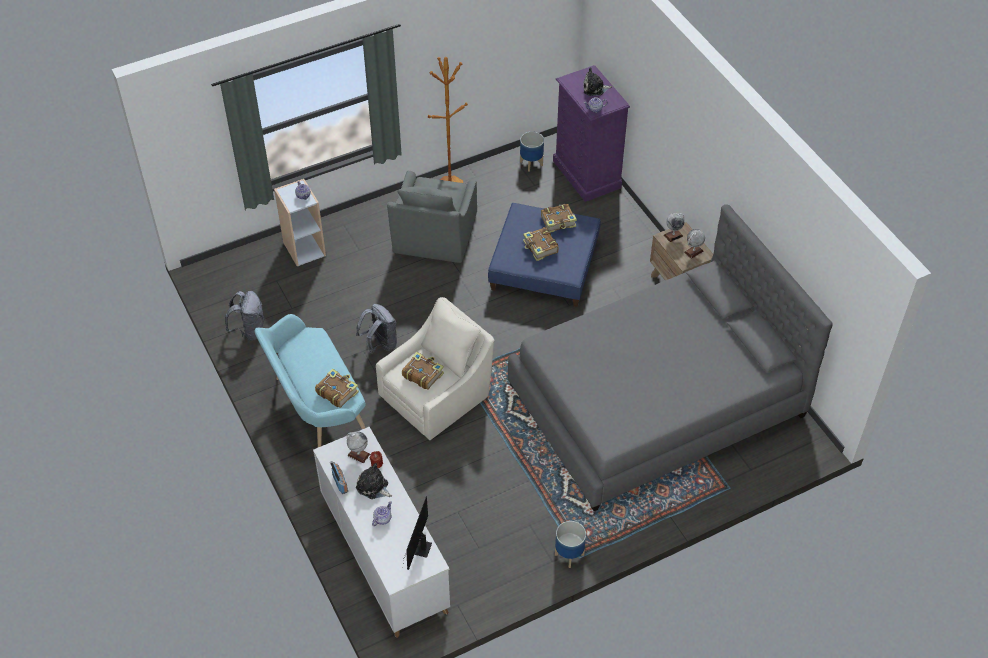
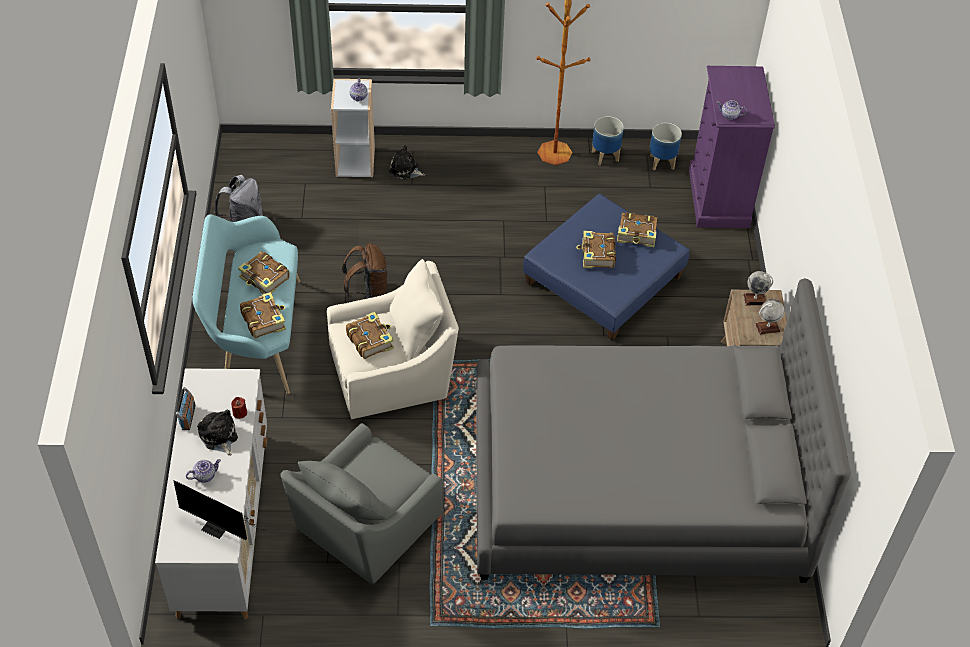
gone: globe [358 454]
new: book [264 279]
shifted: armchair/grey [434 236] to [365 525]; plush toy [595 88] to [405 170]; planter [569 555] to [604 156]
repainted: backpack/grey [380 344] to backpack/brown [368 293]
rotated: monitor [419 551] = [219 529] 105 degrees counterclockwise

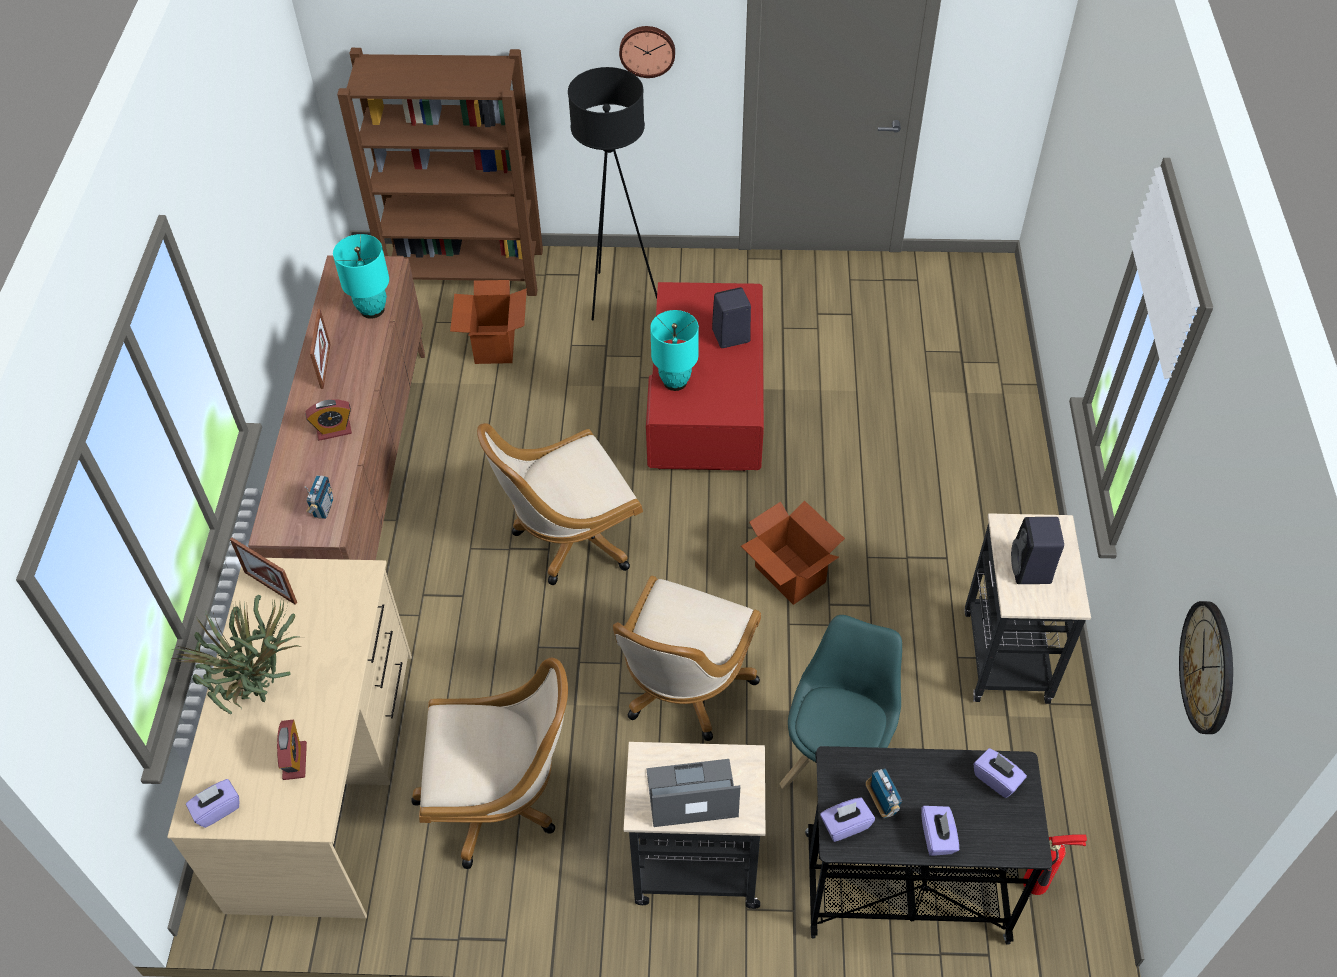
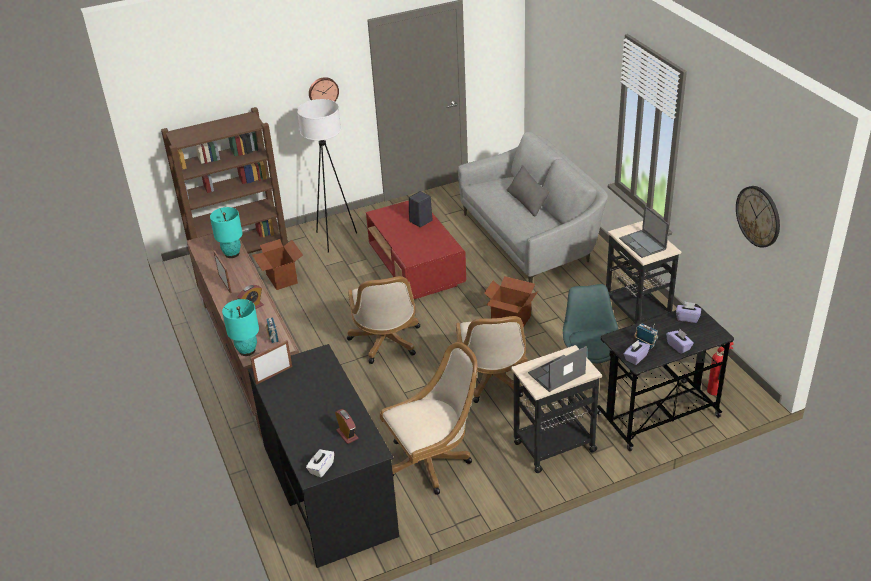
gone: potted plant [261 693]
new: sofa/grey [531 239]
shifted: table lamp/turquoise [675 382] to [247 350]
swapped: speaker/black [1031 570] to laptop [643 244]
repainted: desk/beige [325 777] to desk/black [329 488]; floor lamp/black [617 297] to floor lamp/white [334 239]; tissue box/purple [217 809] to tissue box/white [321 468]
rotated: picture frame [270 587] = [274 375] 135 degrees clockwise; office chair [570 539] = [386 343] 45 degrees counterclockwise

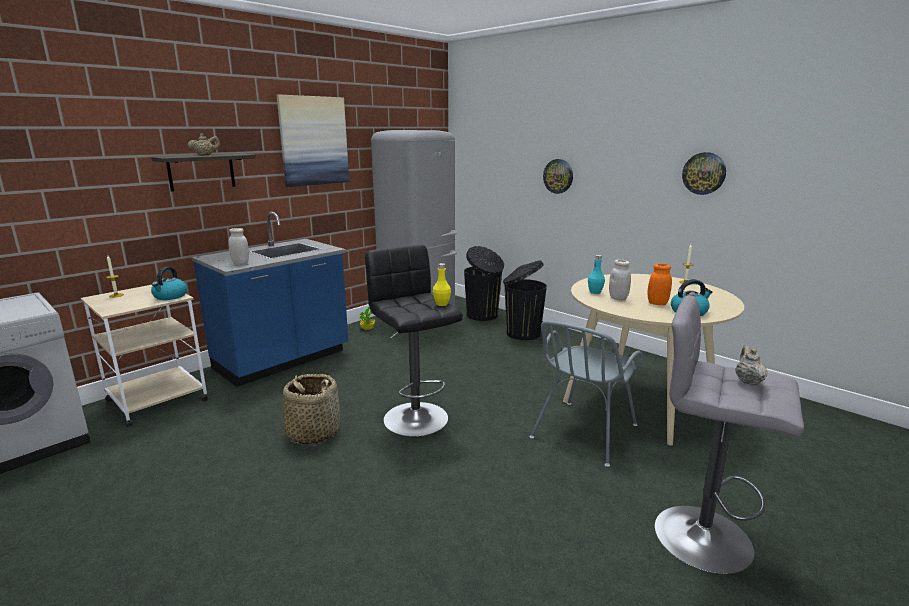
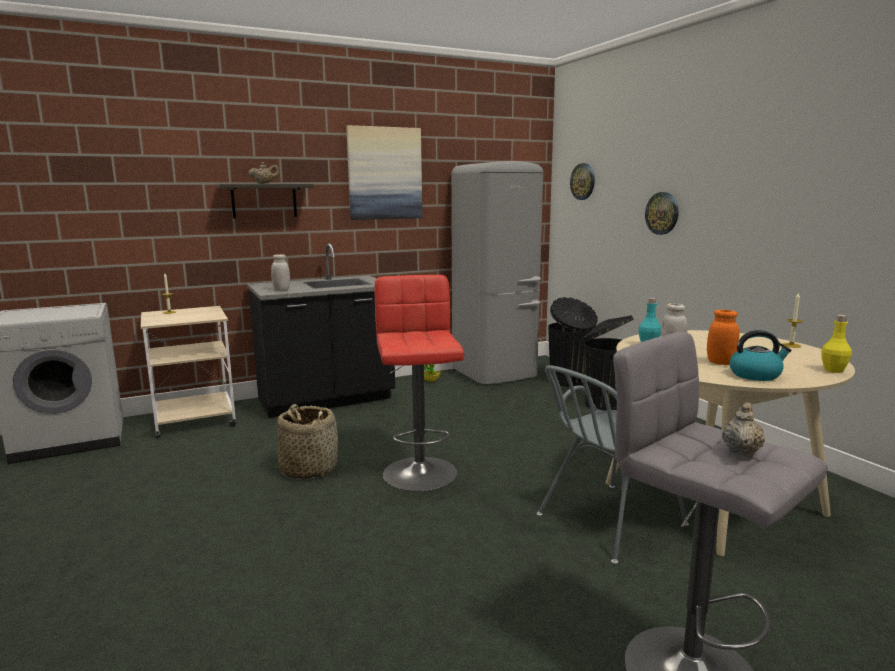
gone: kettle [170 296]
shifted: wall clock [704 173] to [583 181]; bottle/yellow [441 304] to [833 370]
repainted: counter/blue [283 360] to counter/black [326 400]; stool/black [416 418] to stool/red [420 473]

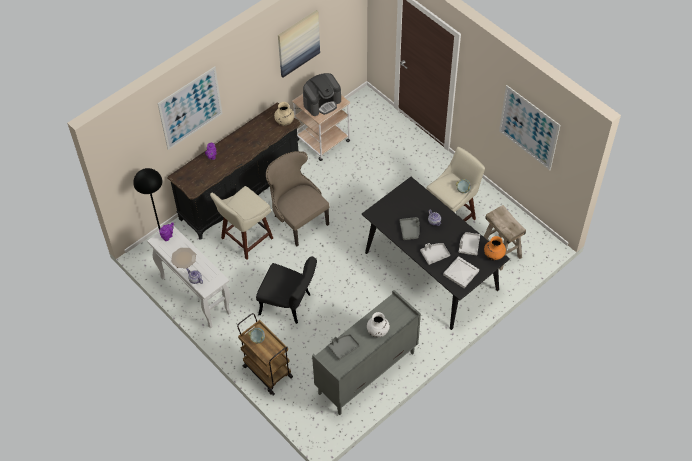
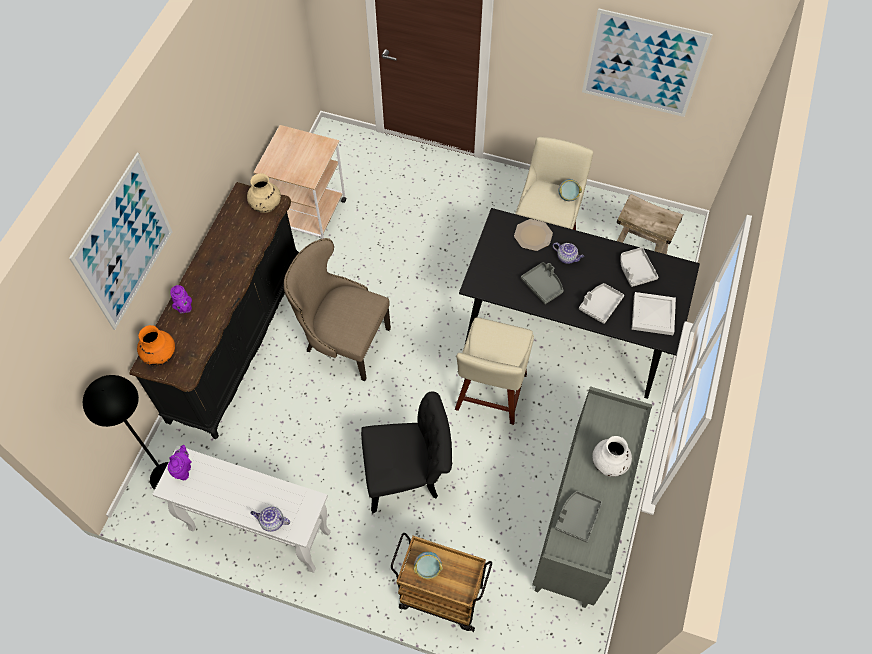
gone: picture [298 43]; coffee machine [322 102]
shifted: vase/orange [493 255] to [160 355]; stool/beige [245 239] to [489 395]; plate [184 258] to [533 235]

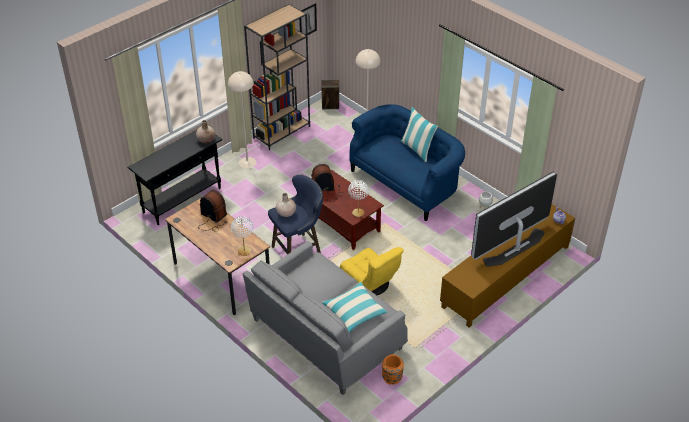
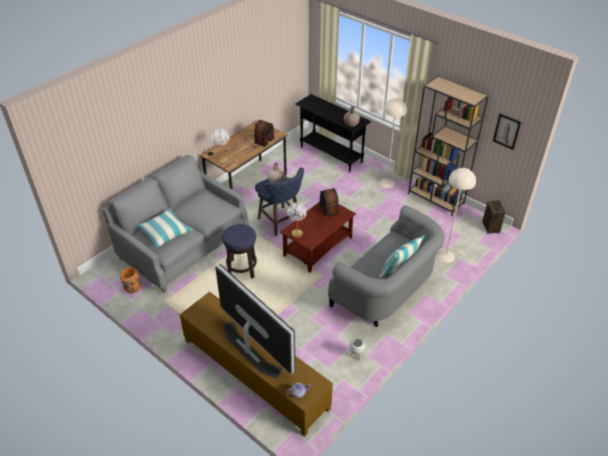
swapped: armchair/yellow [369 283] to stool [242 269]
repainted: sofa/blue [406 182] to sofa/grey [385 290]

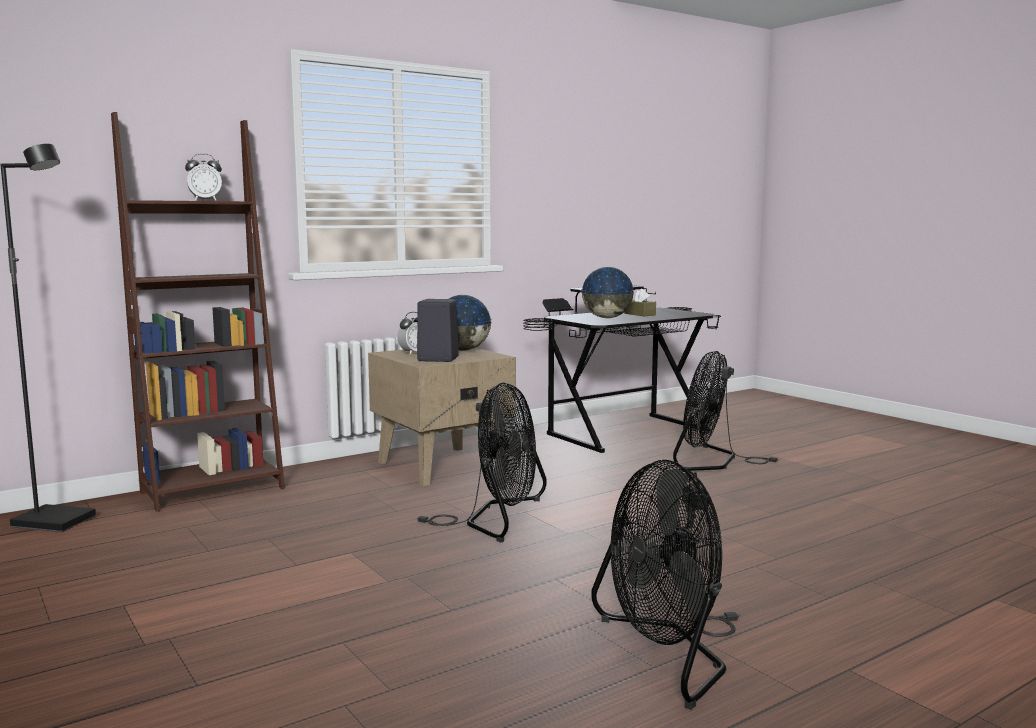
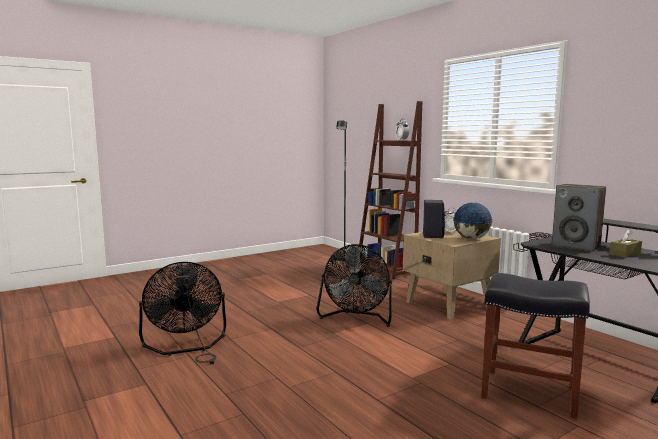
swapped: fan/black [715 460] to stool/black [528 392]; globe [607 318] to speaker [576 246]

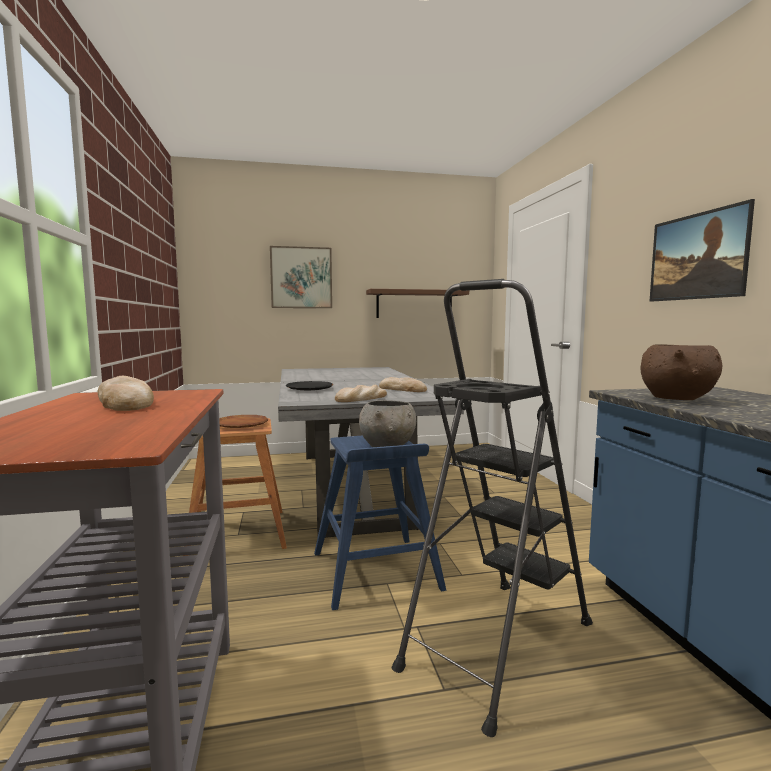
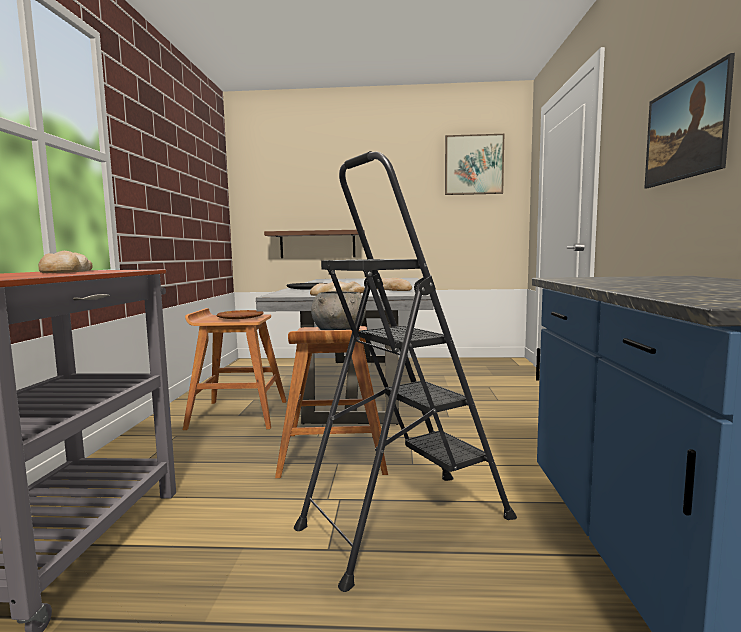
gone: bowl/brown [677 399]
shifted: shelf/brown [414 304] to [317 244]; picture [301 278] to [473 165]
repainted: stool/blue [375 571] to stool/brown [334 453]

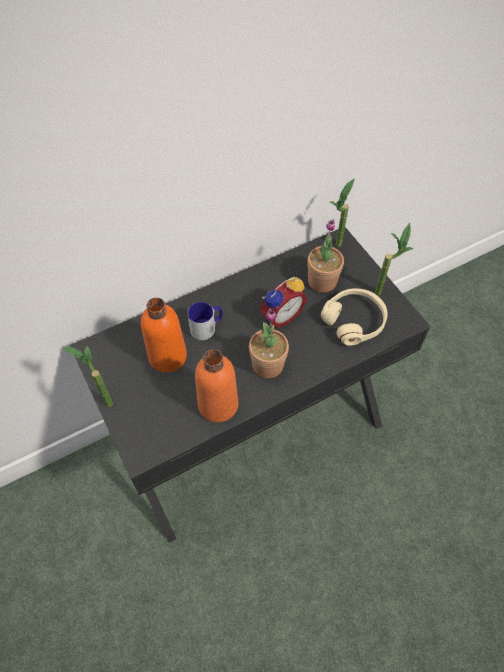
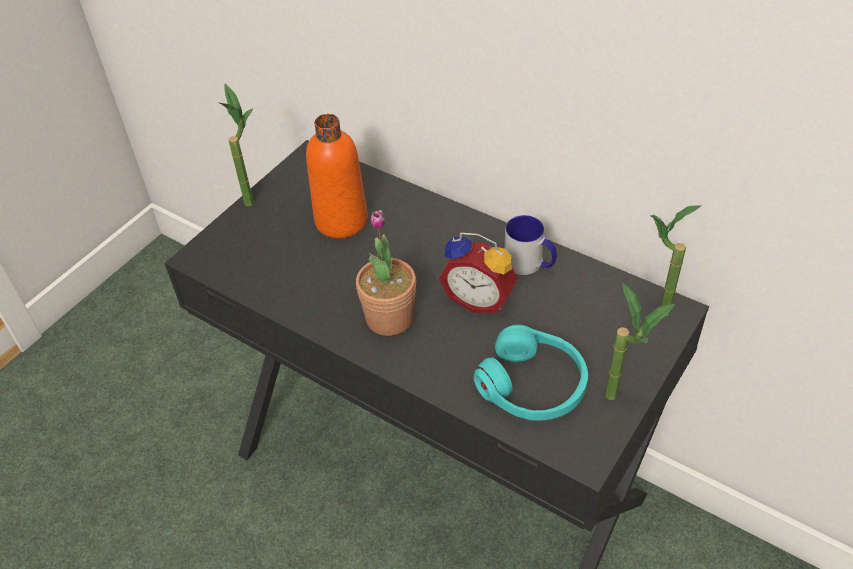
gone: bottle/orange [218 405]; potted plant [322 281]
shifted: mug [207 327] to [530 264]
repainted: headphones/beige [354 321] to headphones/turquoise [532 385]

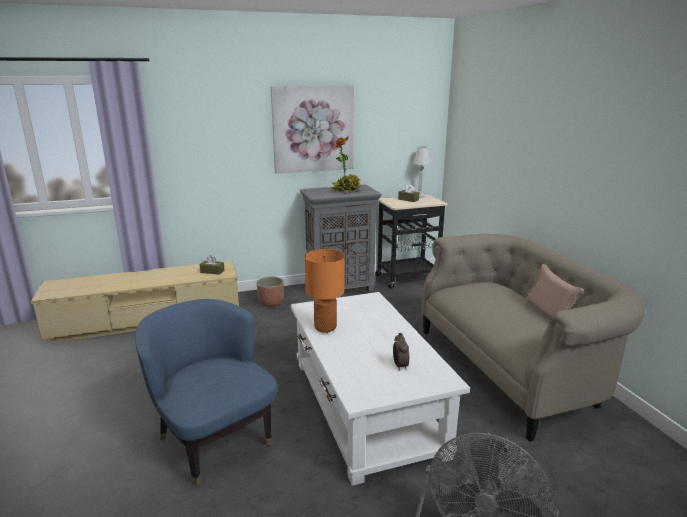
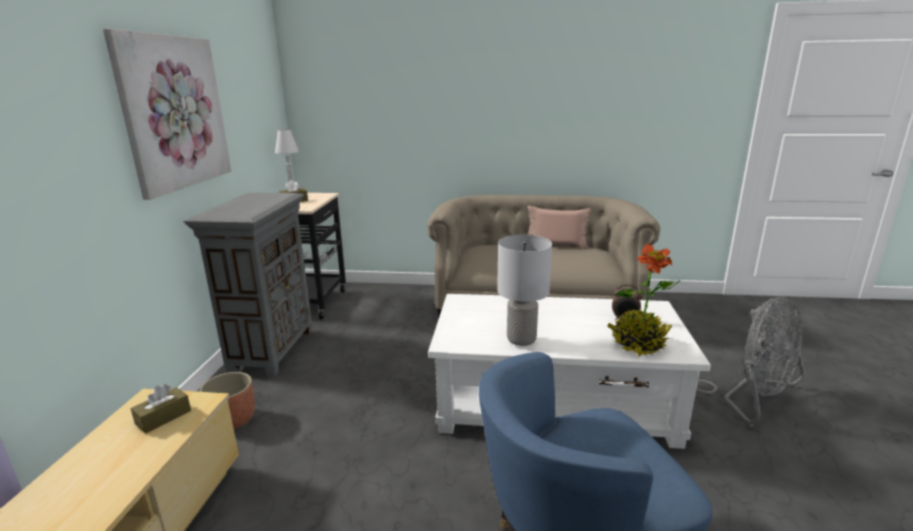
shifted: potted plant [346 190] to [638 344]
repainted: table lamp/orange [325 329] to table lamp/grey [521 341]

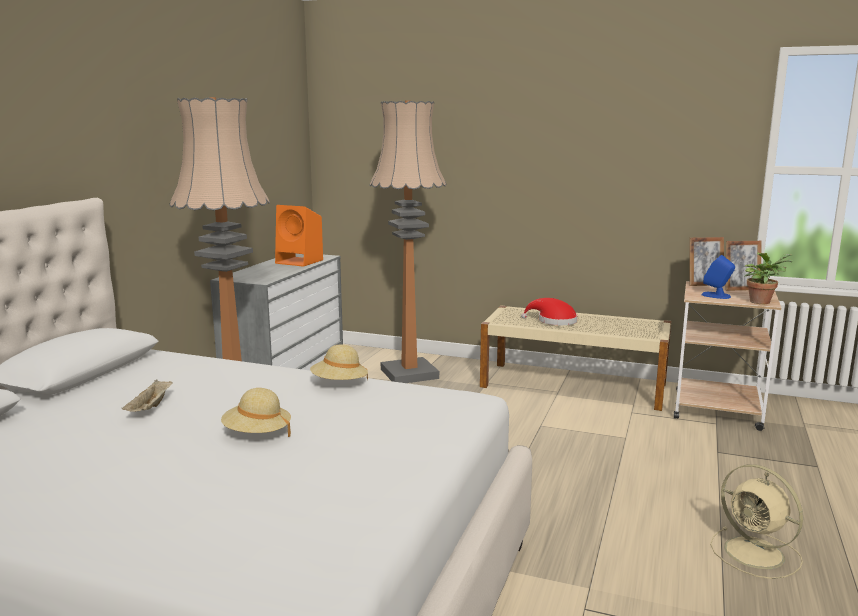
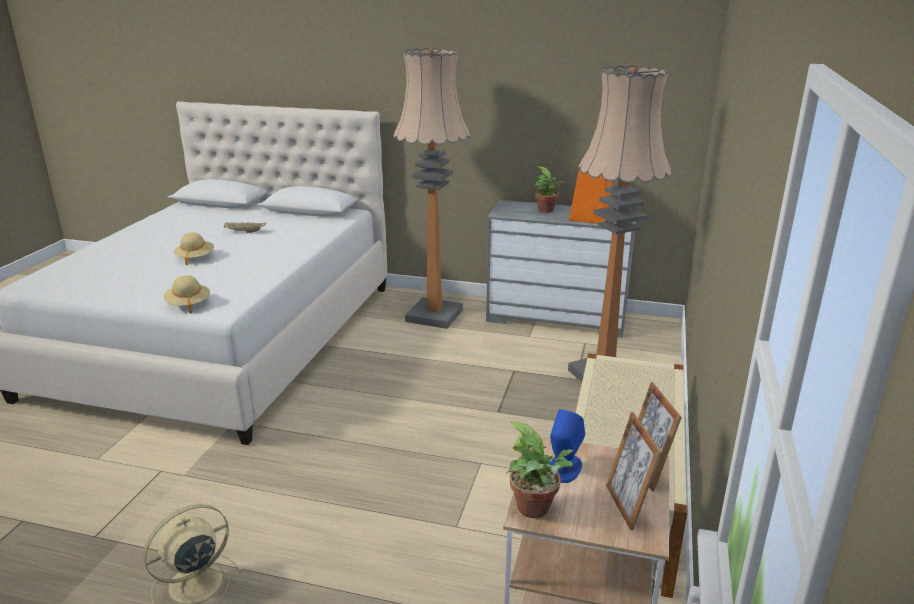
gone: hat/red [553 321]
new: potted plant [547 210]
shifted: hat/beige [339 384] to [188 304]

